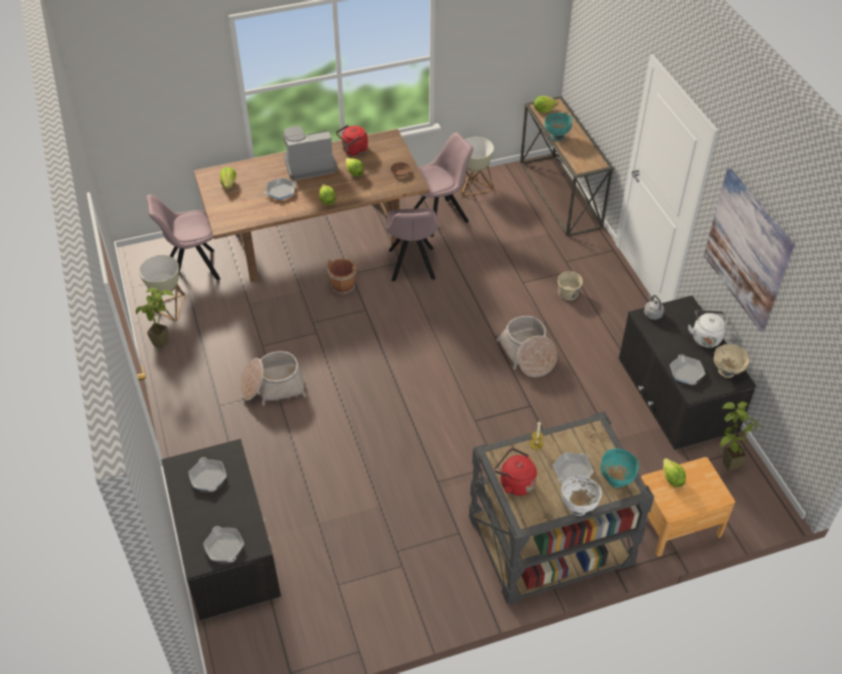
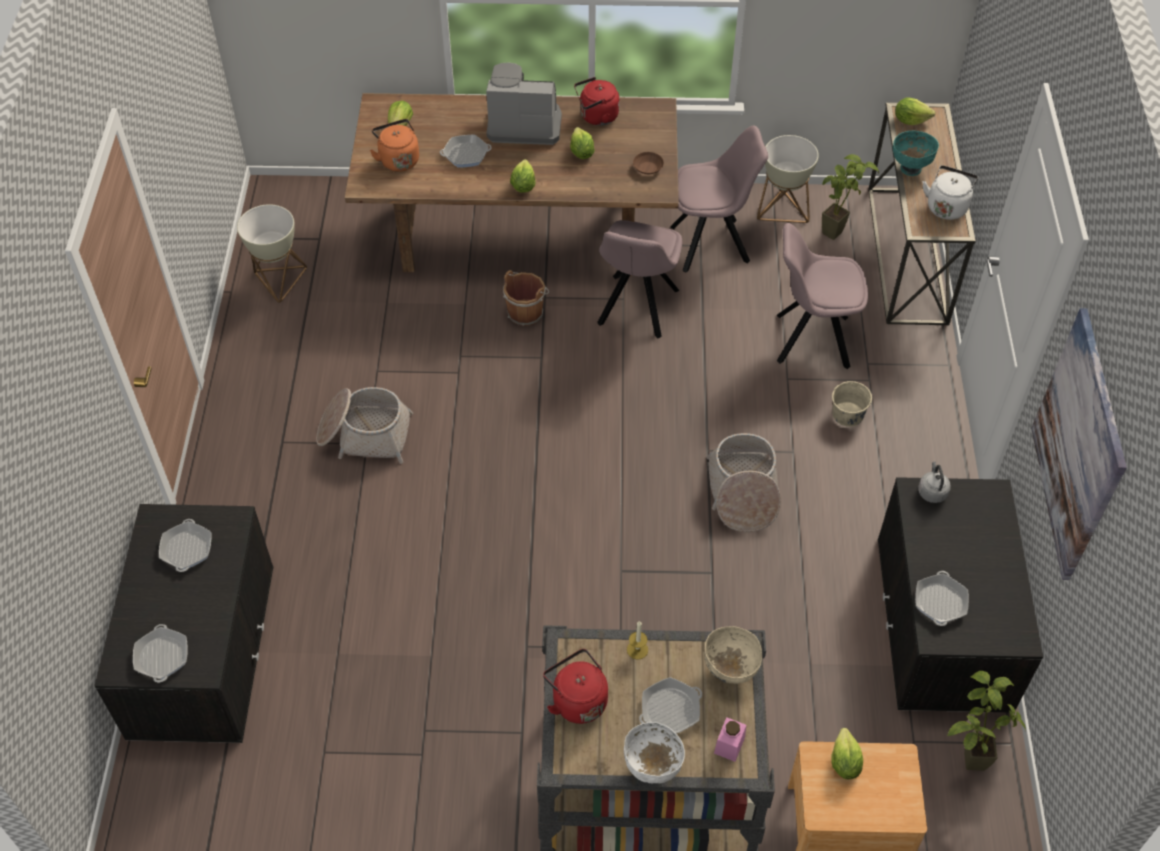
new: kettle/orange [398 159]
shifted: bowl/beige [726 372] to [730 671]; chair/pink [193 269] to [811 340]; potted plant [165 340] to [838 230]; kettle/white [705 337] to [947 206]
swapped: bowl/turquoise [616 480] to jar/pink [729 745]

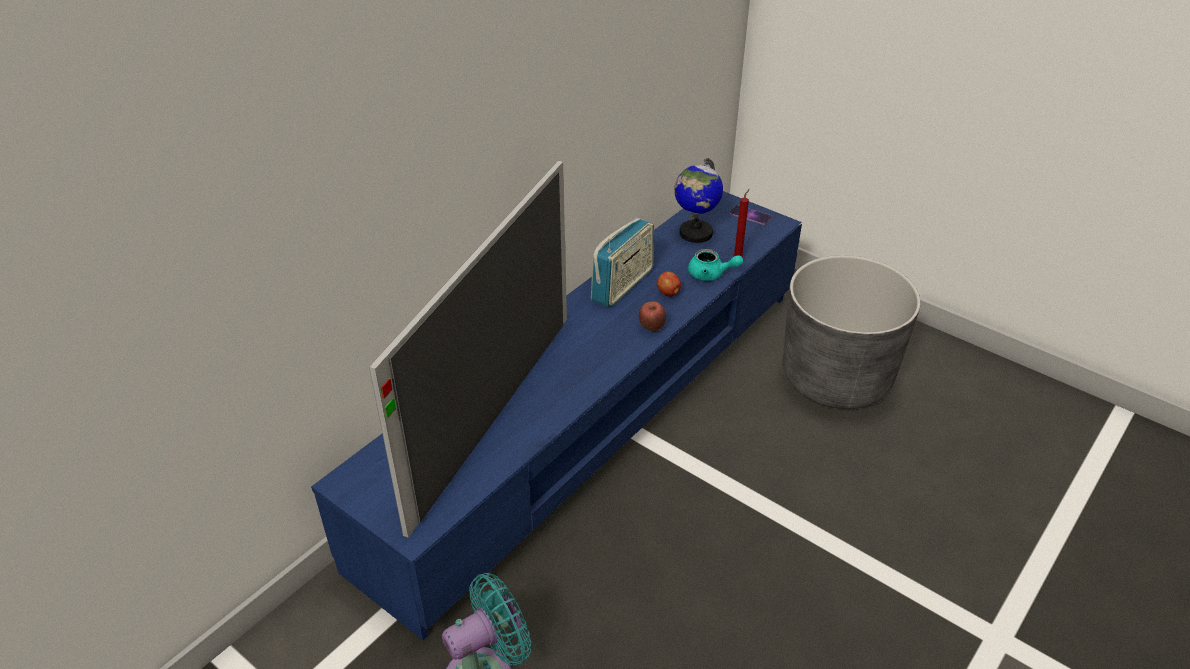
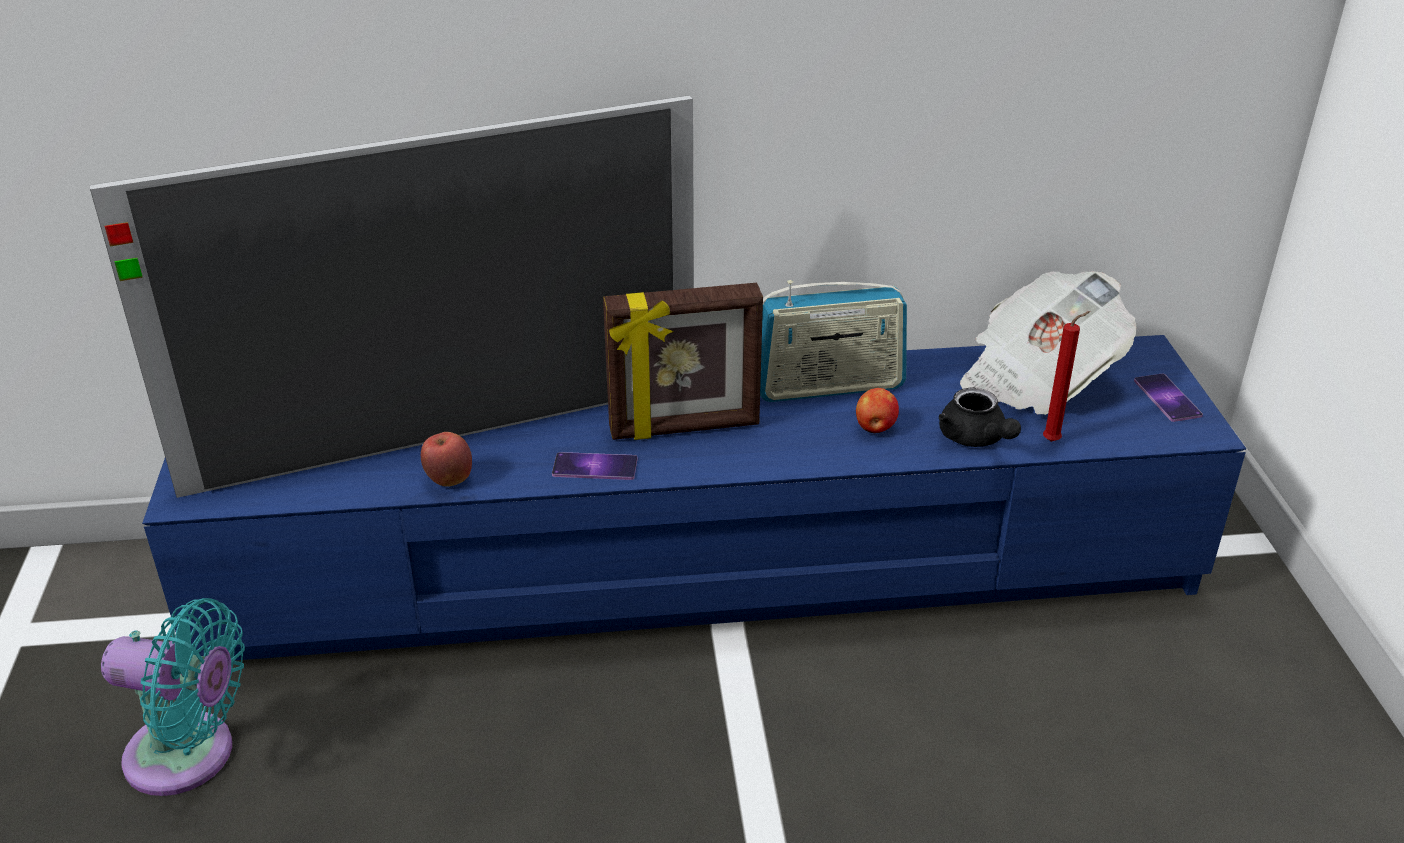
gone: planter/grey [836 377]
new: phone [595 467]; picture frame [684 428]
shifted: apple [652 327] to [449 480]
swapped: globe [695 233] to newspaper [1037 378]
repainted: teapot/turquoise [711 274] to teapot/black [975 439]

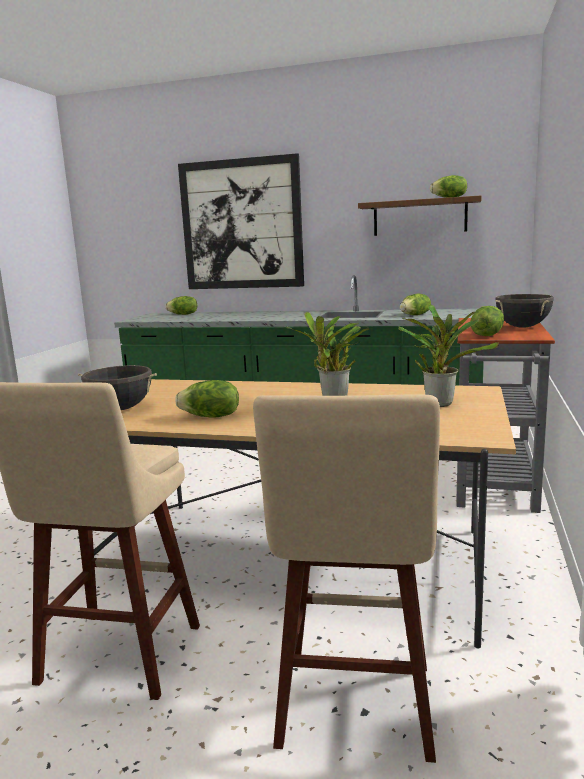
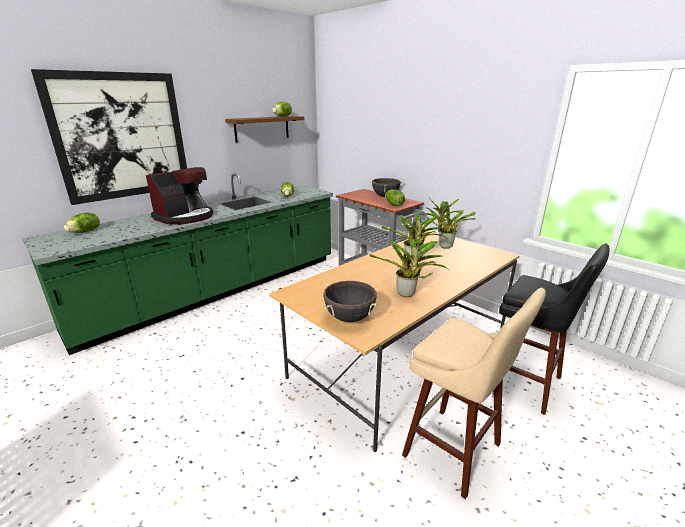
new: coffee machine [185 217]
swapped: lettuce [210 417] to potted plant [407 295]
repainted: stool/beige [354 710] to stool/black [527 384]

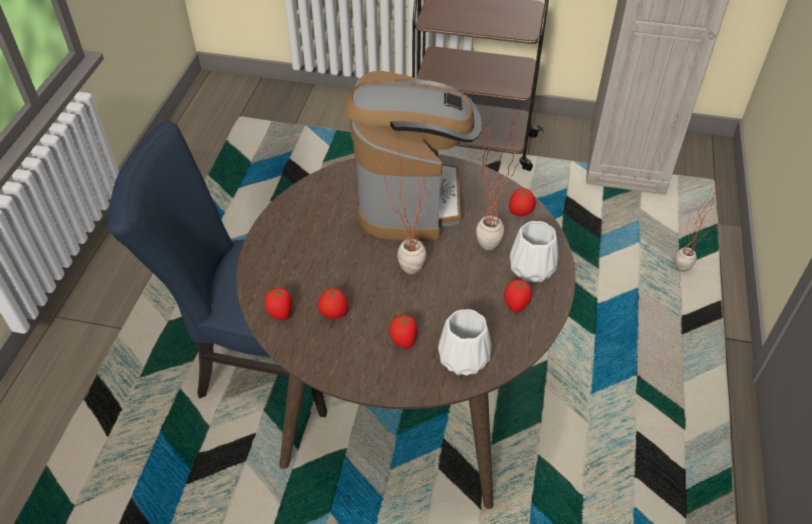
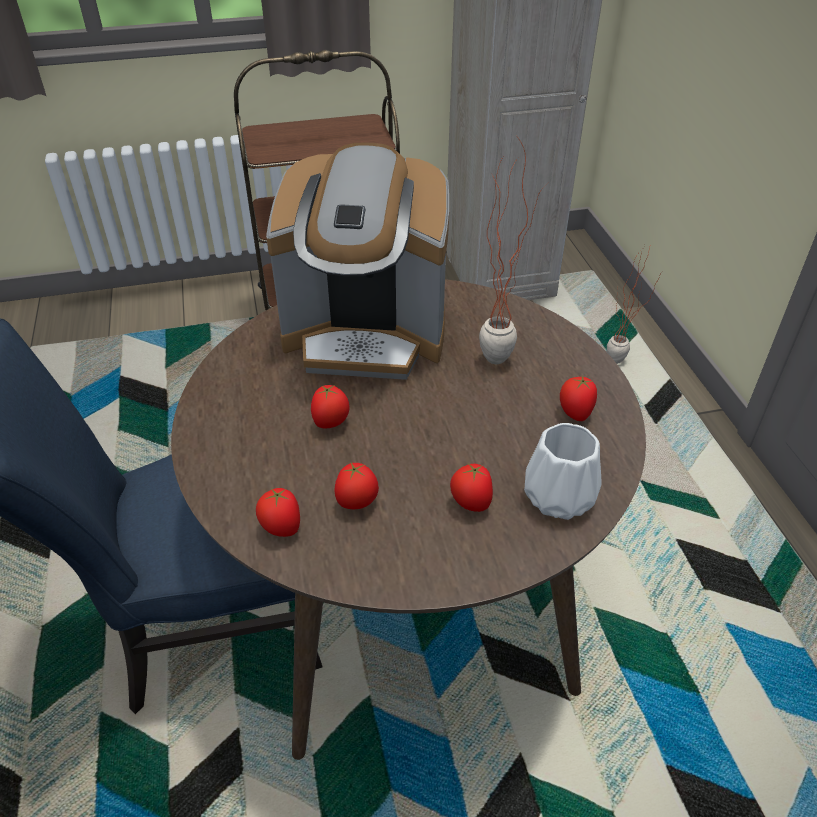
gone: potted plant [402 269]; vase/white [531 267]
shifted: tomato [520 213] to [331 423]
rotated: coffee machine [410 198] = [366 335] 120 degrees clockwise

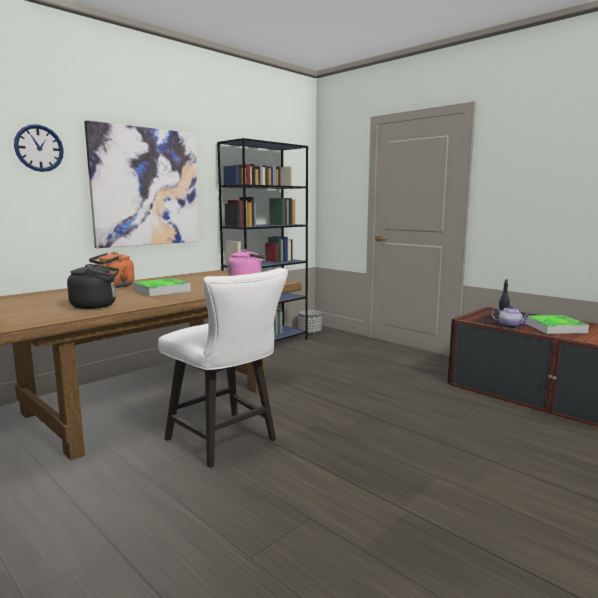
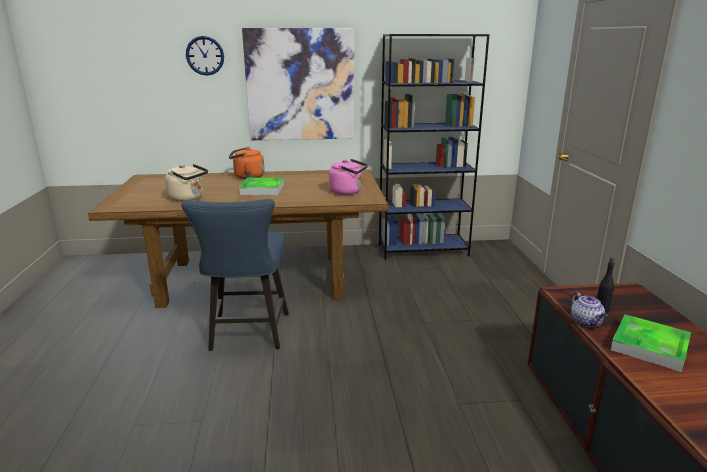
gone: planter [310 332]
repainted: kettle/black [97 306] to kettle/beige [188 198]; chair/white [226 442] to chair/blue [248 335]

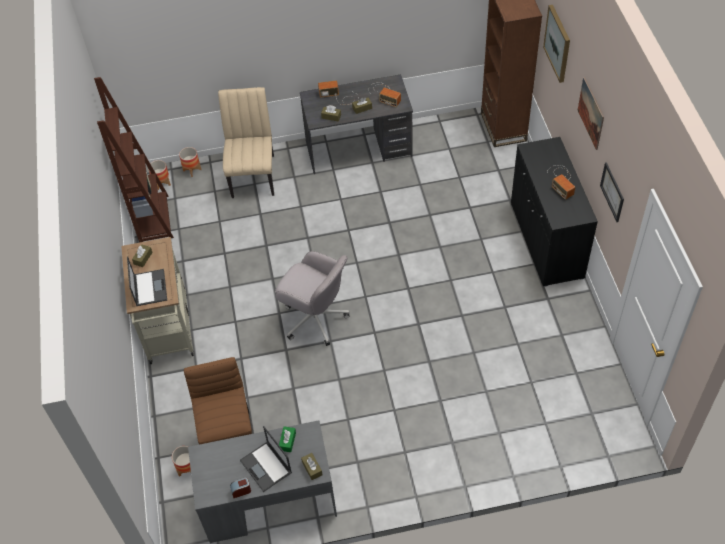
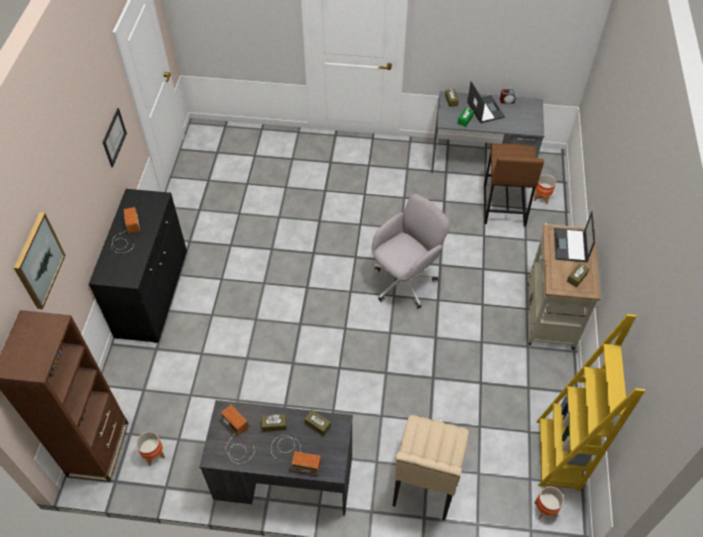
gone: picture [591 113]
shifted: planter [192 170] to [154 455]
repainted: bookcase/brown [154 219] to bookcase/yellow [558 455]
rotated: office chair/grey [315 320] = [405 283] 90 degrees clockwise

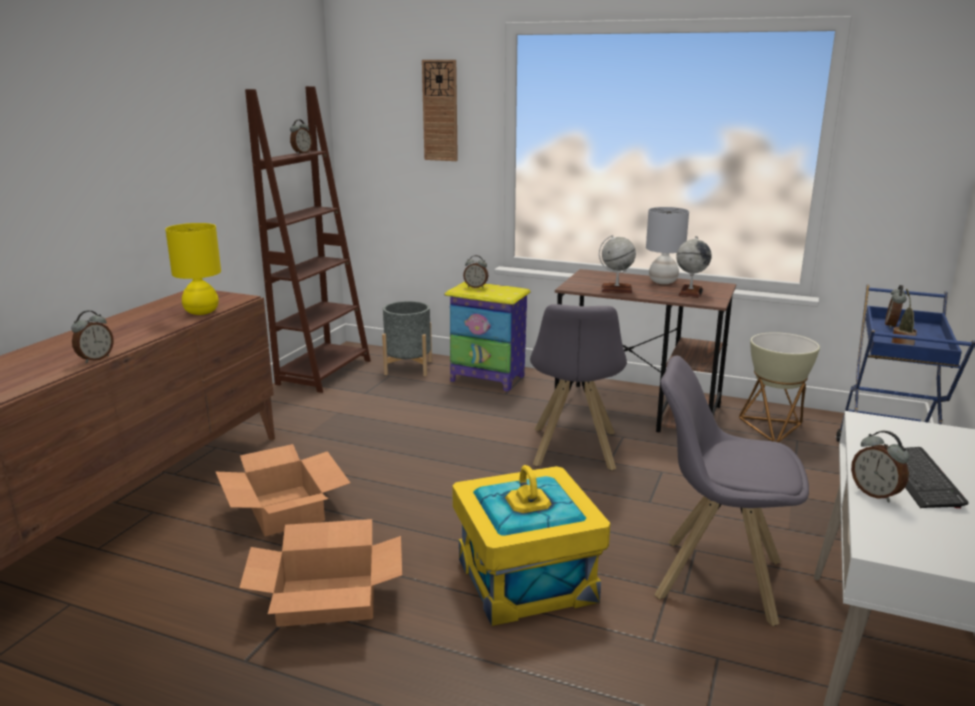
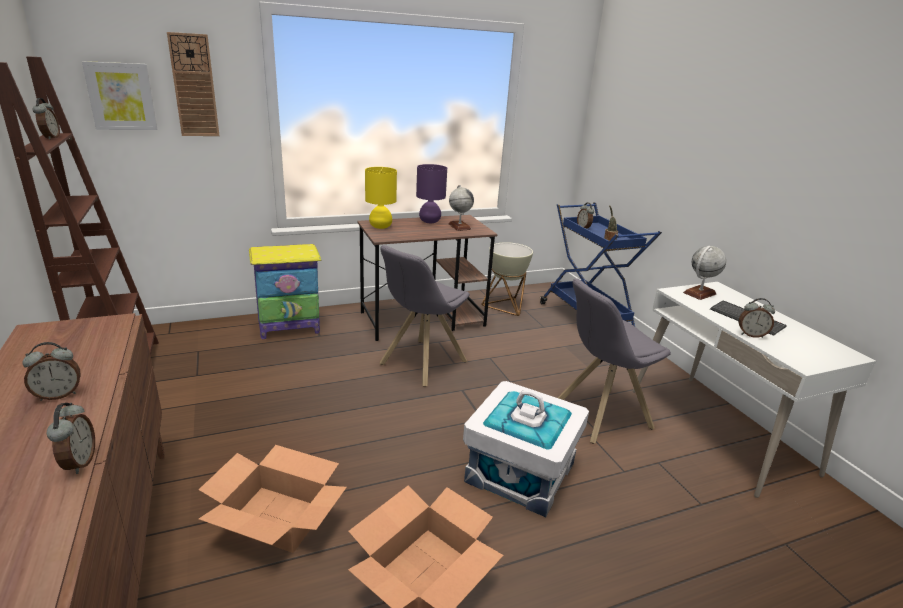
gone: planter/grey [408 367]
new: picture [121 96]
shifted: alarm clock [476 287] to [58 395]; table lamp/yellow [202 312] to [381 226]; globe [616 289] to [699 293]
repainted: table lamp/grey [663 282] to table lamp/purple [430 221]; storage box/yellow [527 580] to storage box/white [520 472]
rotated: chair/grey [574 449] = [422 362] 75 degrees clockwise

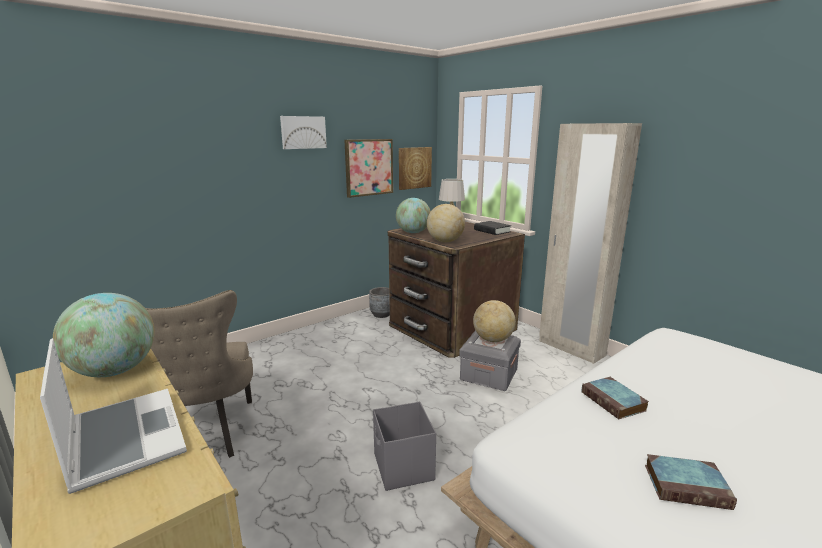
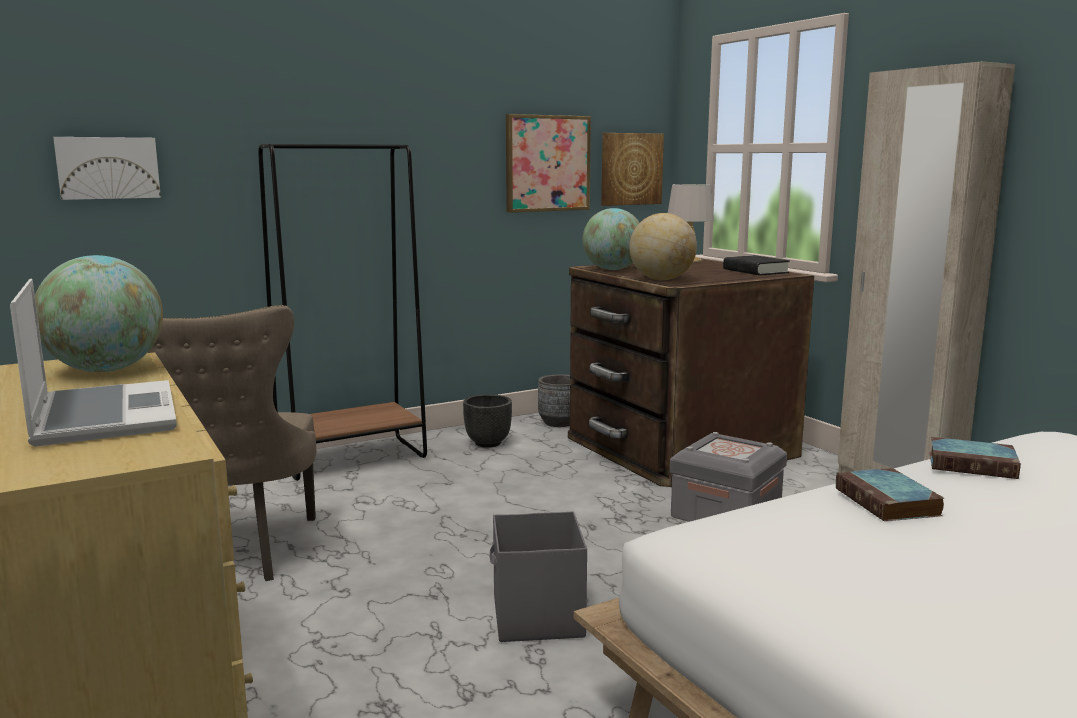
gone: globe [493 340]
new: clothes rack [351 459]; planter/black [488 443]
shifted: picture [303 132] to [108 168]; book [687 486] to [974 465]

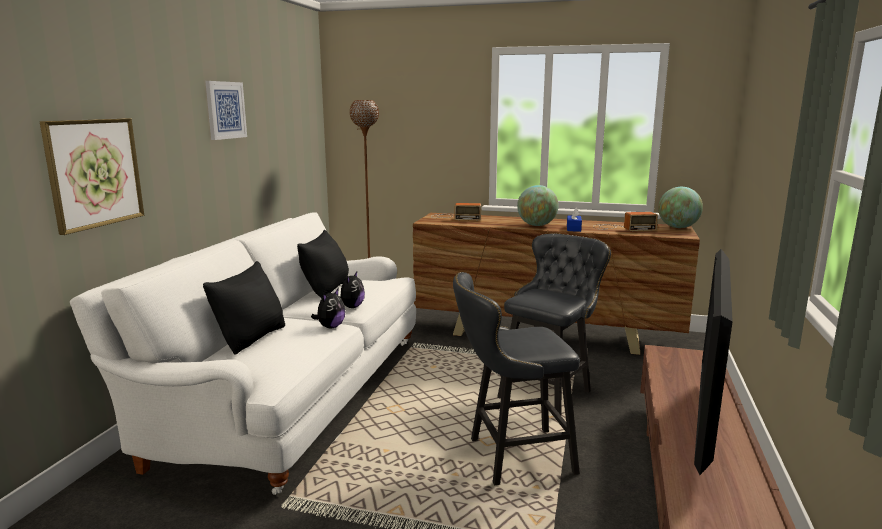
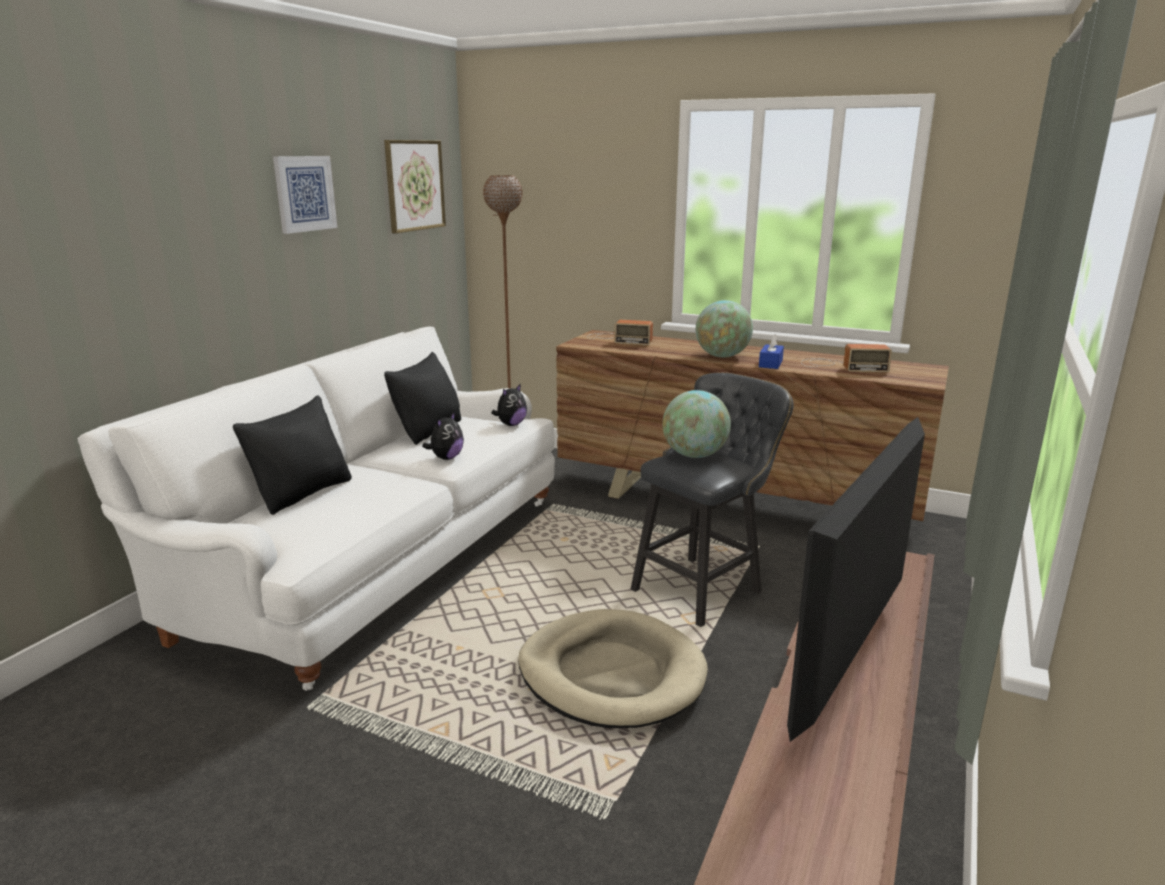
shifted: picture [94 173] to [414 185]; plush toy [330 327] to [511 424]; globe [678 227] to [694 455]
swapped: stool/grey [508 457] to dog bed/beige [611 674]

